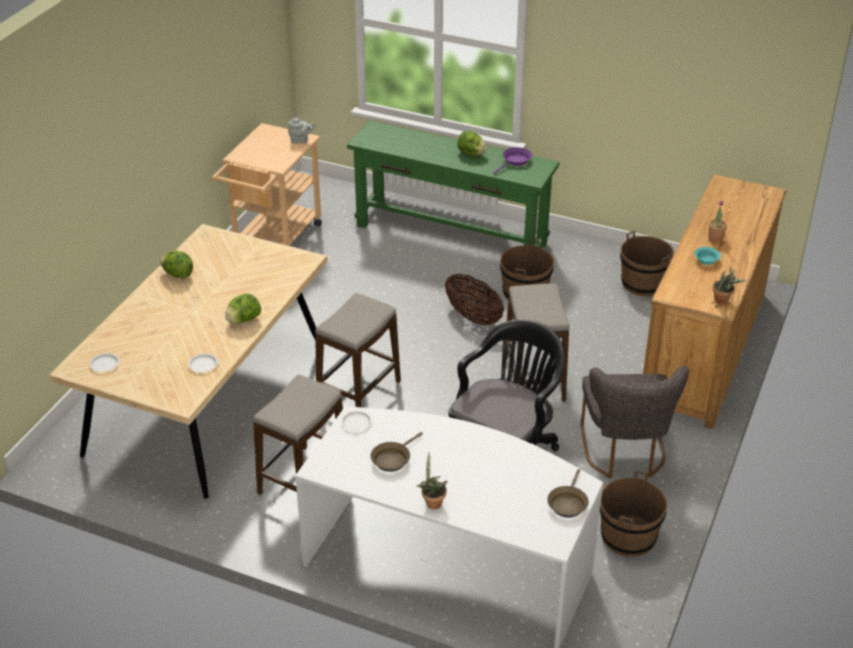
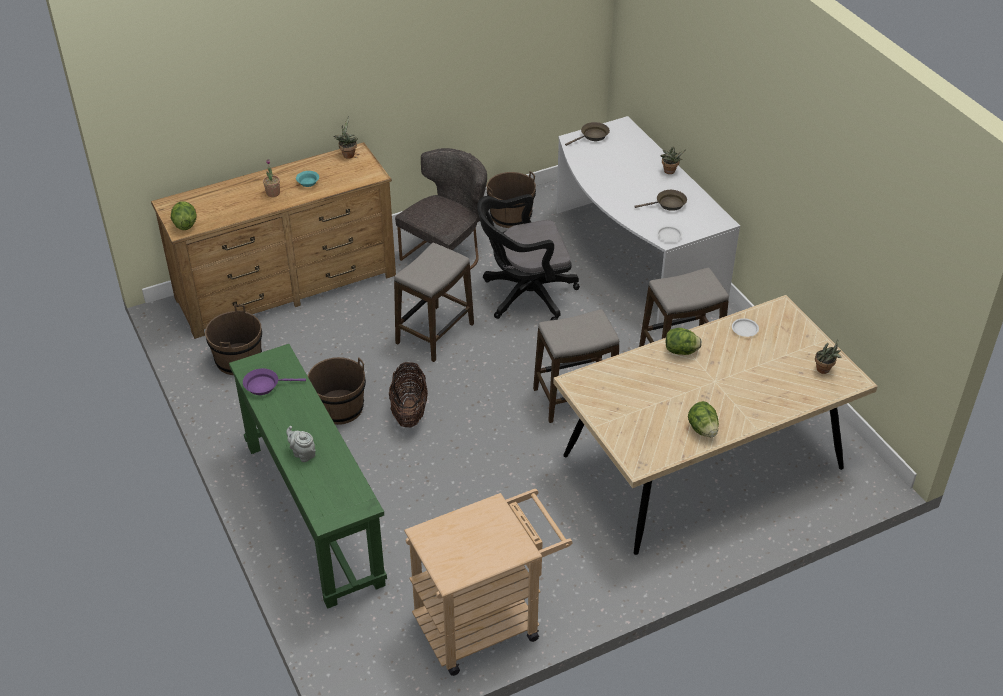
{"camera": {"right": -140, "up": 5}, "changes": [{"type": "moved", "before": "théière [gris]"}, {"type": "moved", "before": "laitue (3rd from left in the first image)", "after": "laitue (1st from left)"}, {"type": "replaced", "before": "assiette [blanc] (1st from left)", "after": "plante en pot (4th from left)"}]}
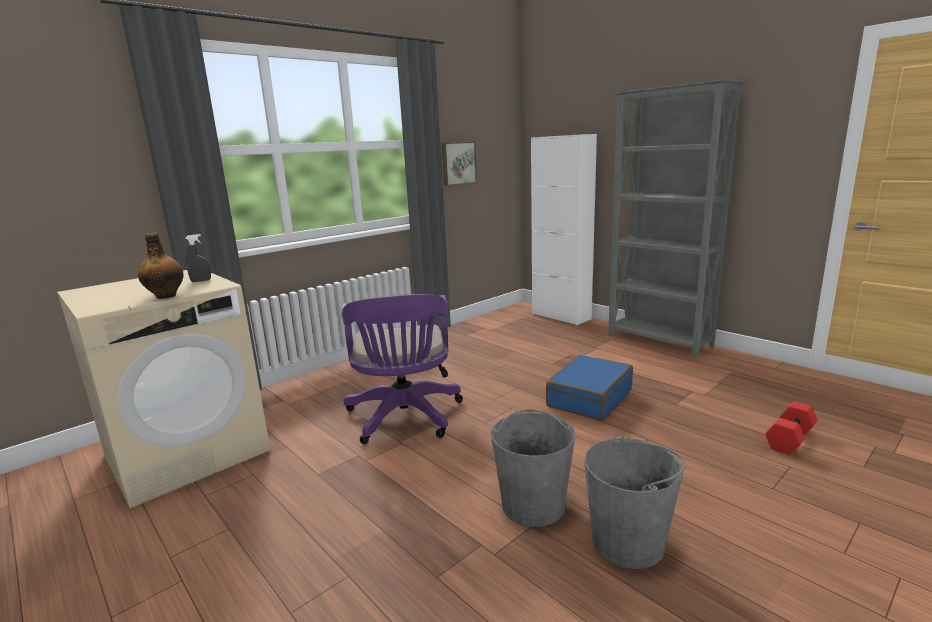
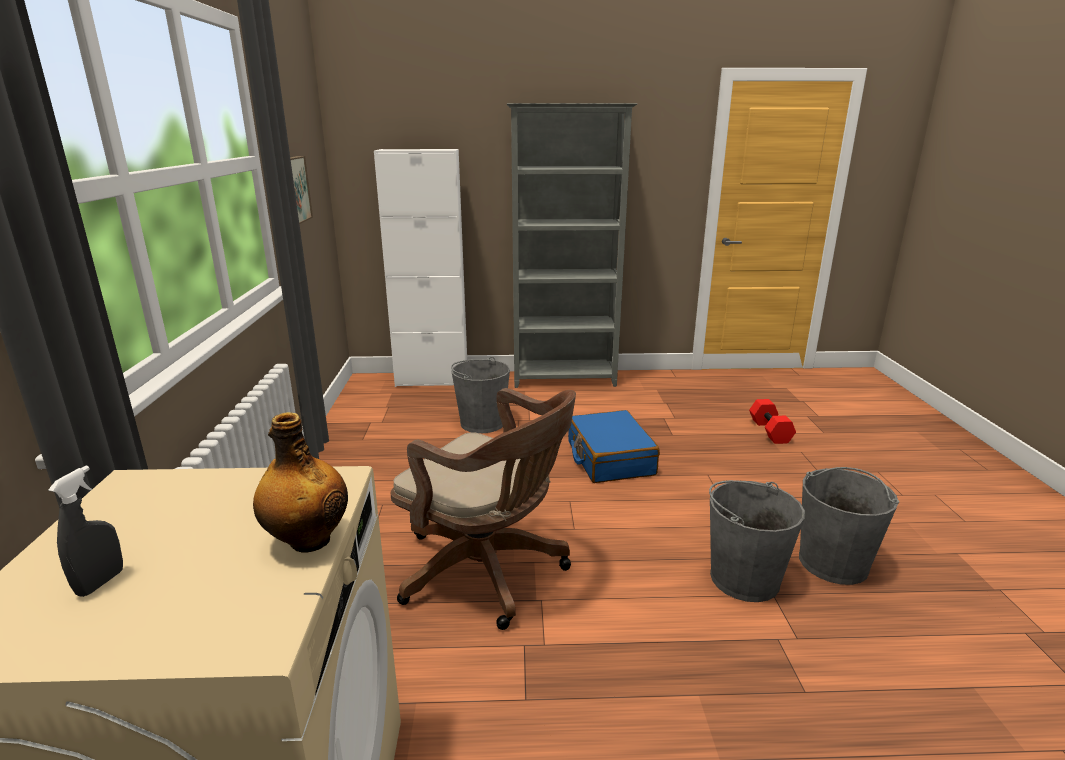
{"camera": {"right": -50, "up": 5}, "changes": [{"type": "added", "after": "seau [gris] (1st from left)"}, {"type": "moved", "before": "vaporisateur [gris]"}, {"type": "recoloured", "before": "chaise de bureau [violet]", "after": "chaise de bureau [marron]"}]}
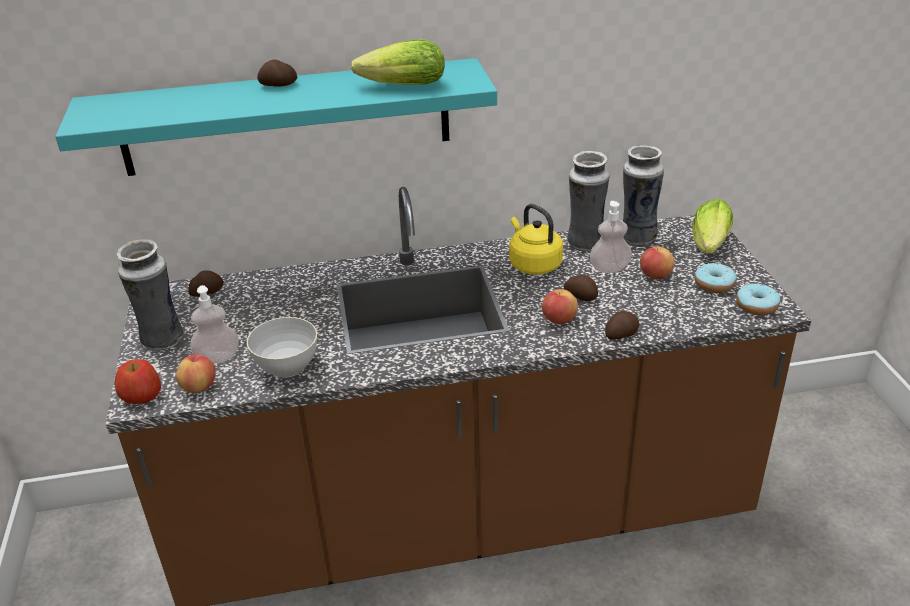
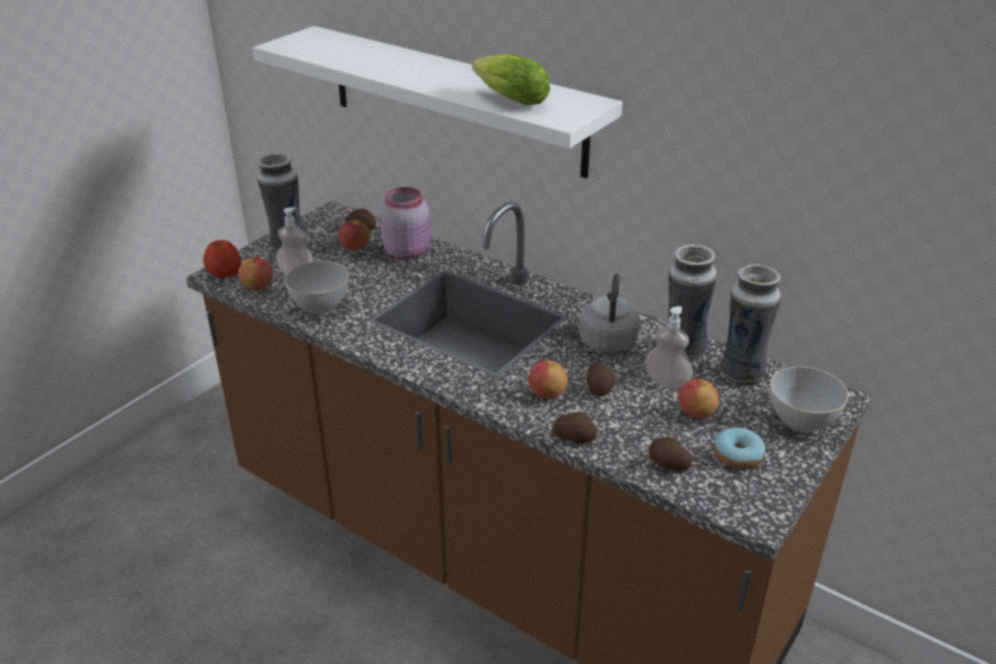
{"camera": {"right": 45, "up": 0}, "changes": [{"type": "removed", "before": "beignet (2nd from left)"}, {"type": "added", "after": "pomme (3rd from left)"}, {"type": "added", "after": "bocal [rose]"}, {"type": "moved", "before": "pomme de terre (2nd from left in the first image)", "after": "pomme de terre (4th from left)"}, {"type": "replaced", "before": "laitue (2nd from left)", "after": "bol [gris] (2nd from left)"}, {"type": "recoloured", "before": "étagère [turquoise]", "after": "étagère [blanc]"}, {"type": "recoloured", "before": "bouilloire [jaune]", "after": "bouilloire [gris]"}]}
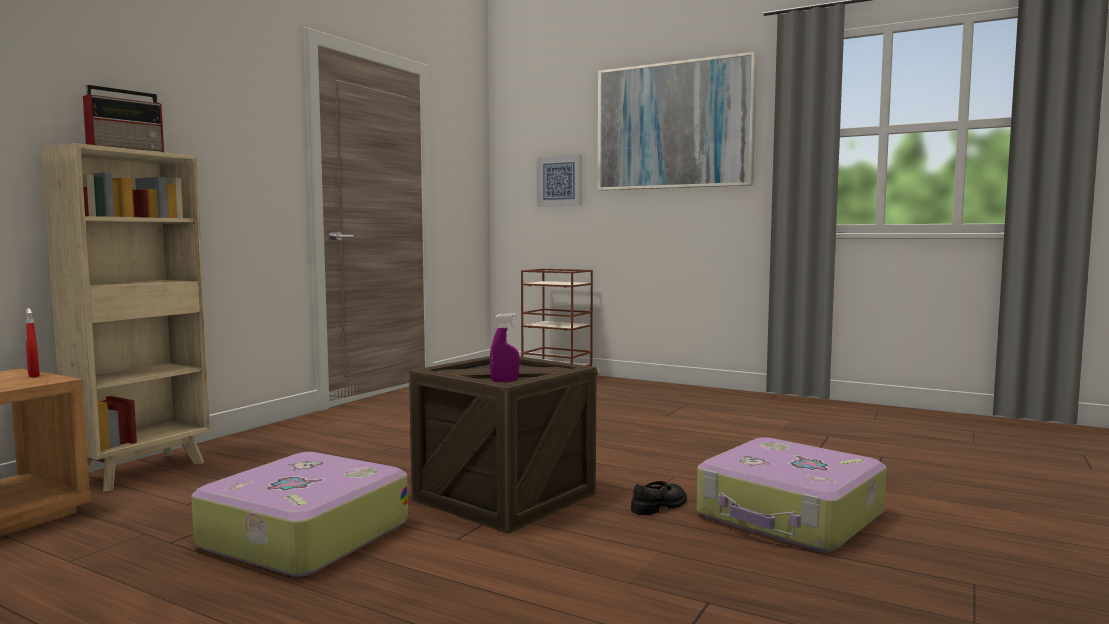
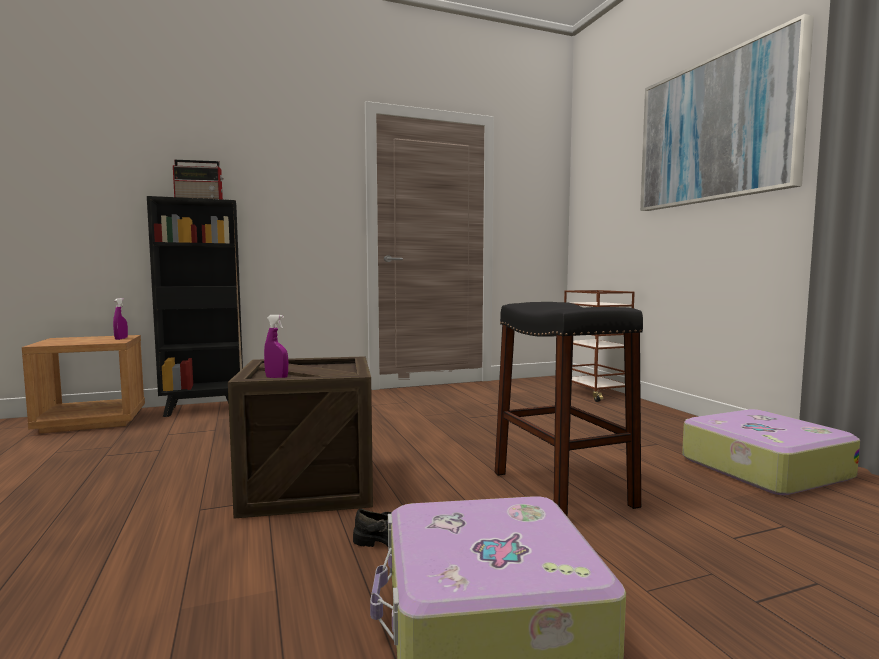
{"camera": {"right": 40, "up": 0}, "changes": [{"type": "removed", "before": "tableau (1st from left)"}, {"type": "added", "after": "tabouret [noir]"}, {"type": "moved", "before": "valise (1st from left in the first image)", "after": "valise (2nd from left)"}, {"type": "recoloured", "before": "vaporisateur [rouge]", "after": "vaporisateur [violet] (1st from left)"}, {"type": "recoloured", "before": "bibliothèque [beige]", "after": "bibliothèque [noir]"}]}
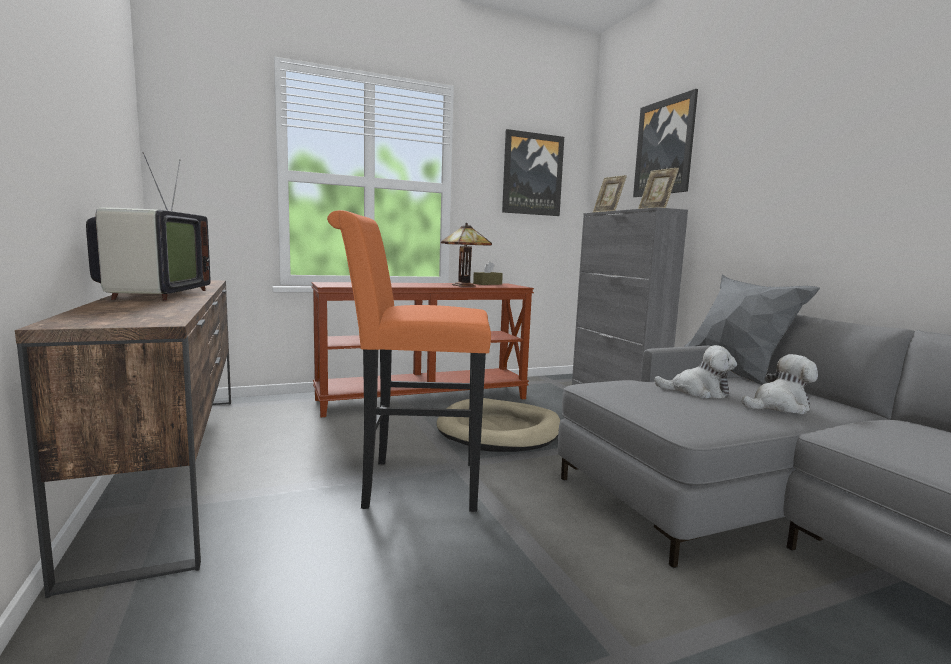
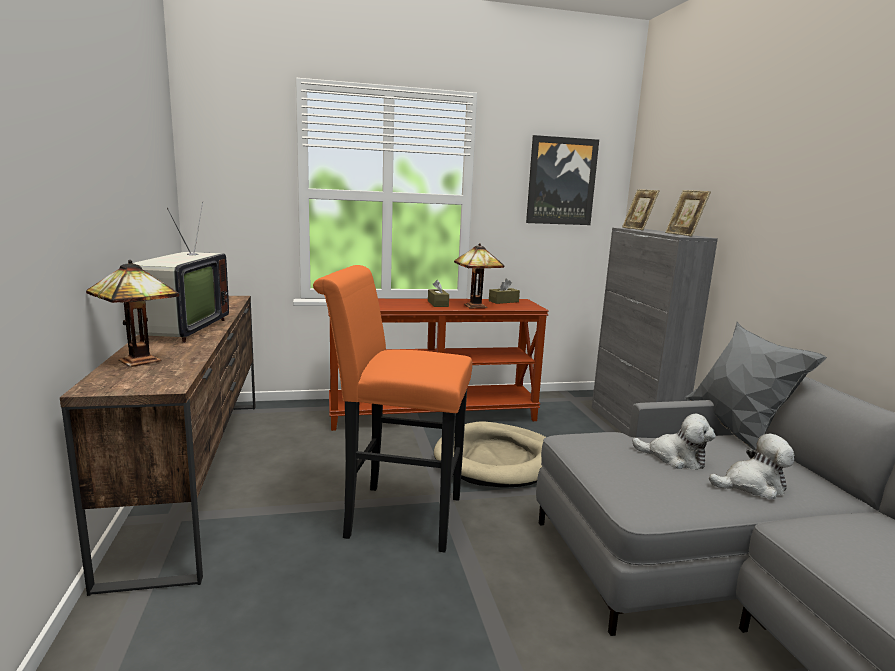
{"camera": {"right": 10, "up": 5}, "changes": [{"type": "removed", "before": "tableau (2nd from left)"}, {"type": "added", "after": "lampe de table (1st from left)"}, {"type": "added", "after": "boîte à mouchoirs [marron] (1st from left)"}]}
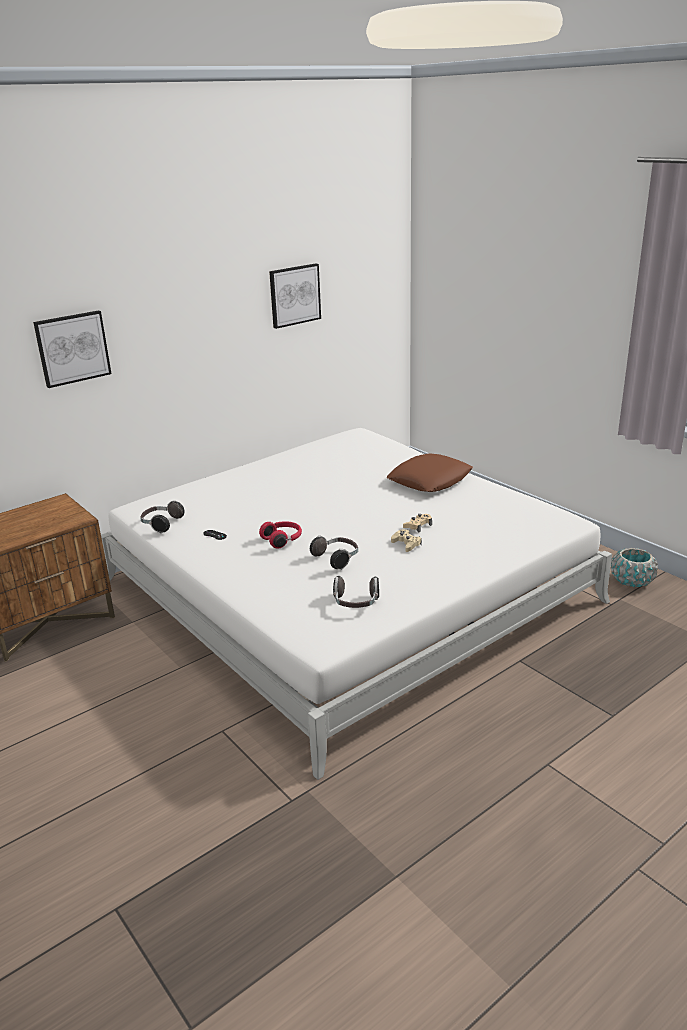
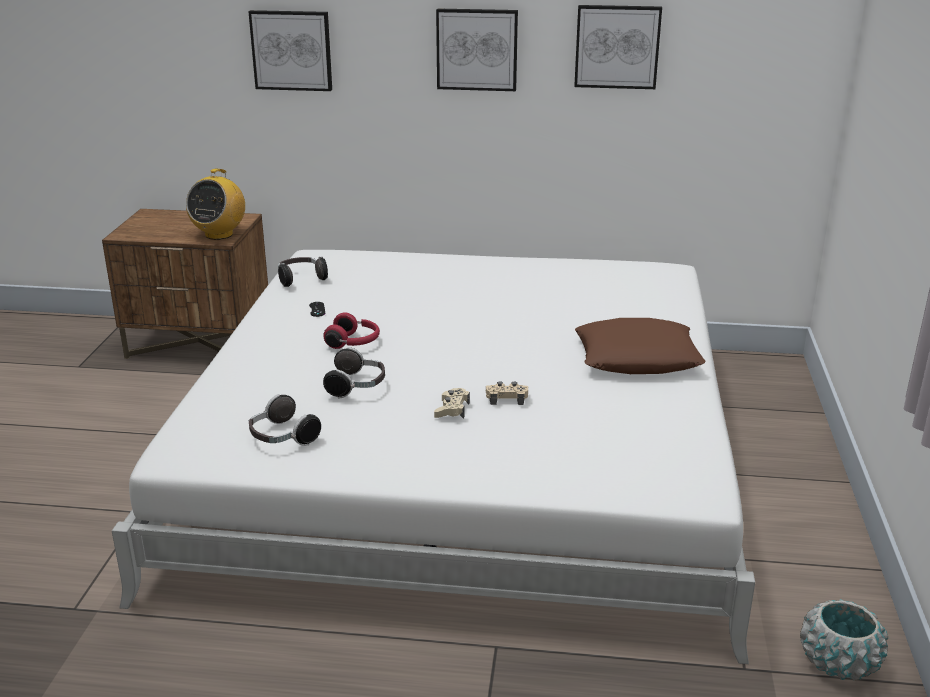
{"camera": {"right": 45, "up": 0}, "changes": [{"type": "added", "after": "radio"}, {"type": "added", "after": "tableau (2nd from left)"}]}
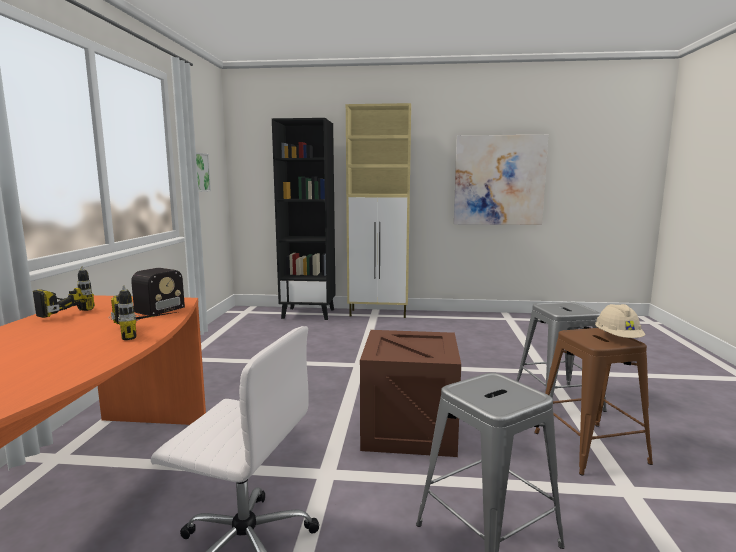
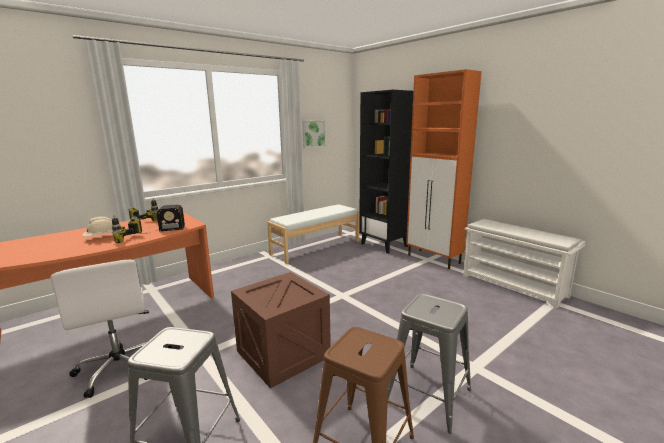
{"camera": {"right": 45, "up": 5}, "changes": [{"type": "removed", "before": "tableau (2nd from left)"}, {"type": "added", "after": "banc [blanc]"}, {"type": "added", "after": "étagère à chaussures [blanc]"}, {"type": "moved", "before": "casque de chantier [beige]"}, {"type": "recoloured", "before": "meuble de rangement [beige]", "after": "meuble de rangement [orange]"}]}
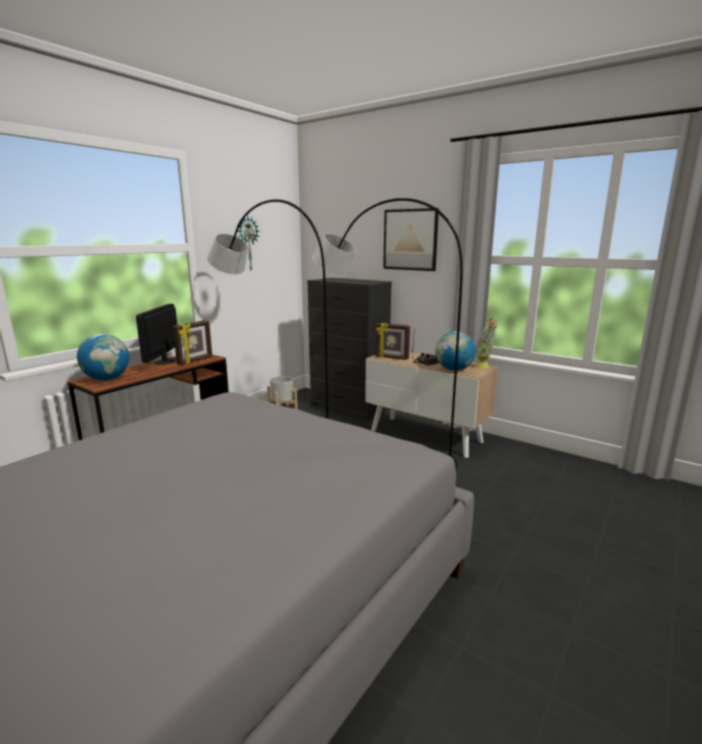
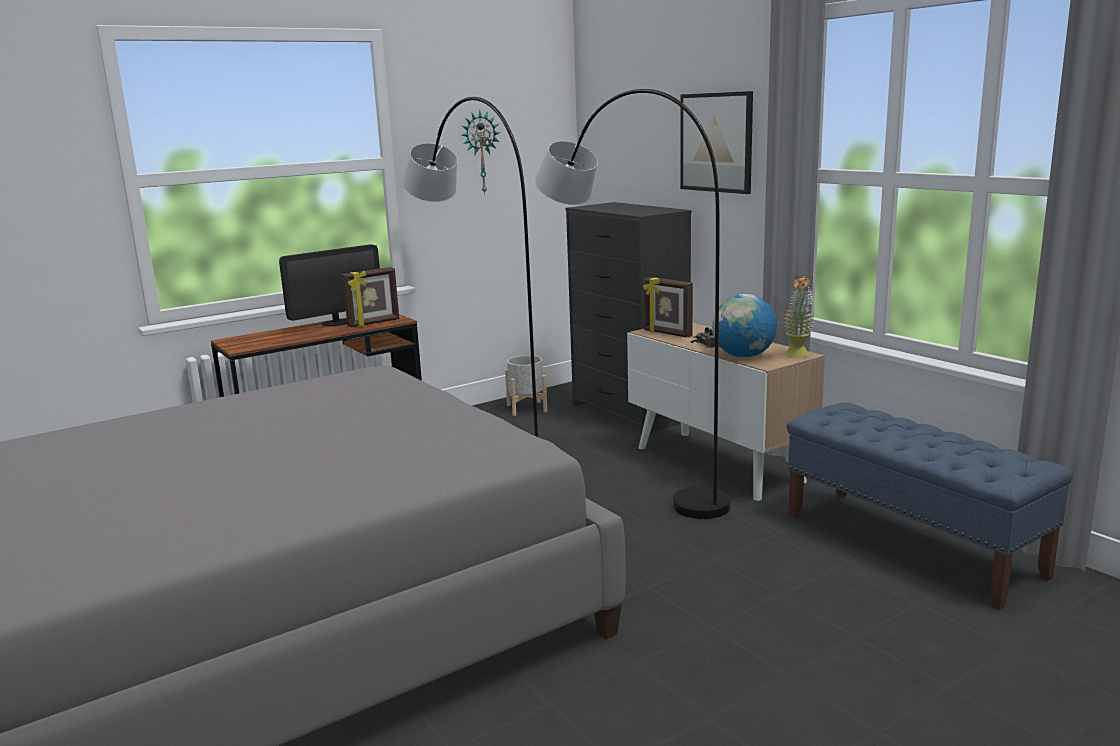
{"camera": {"right": 20, "up": 0}, "changes": [{"type": "removed", "before": "globe (1st from left)"}, {"type": "added", "after": "banc [bleu]"}, {"type": "turned", "before": "écran d'ordinateur", "turn": -150}]}
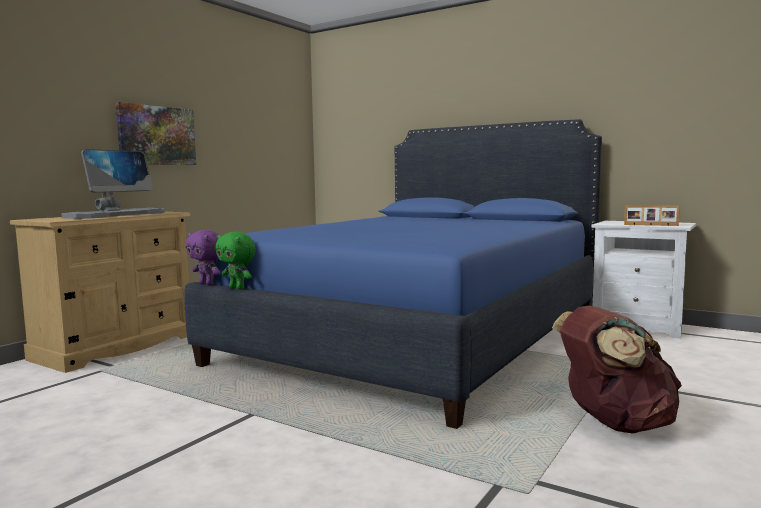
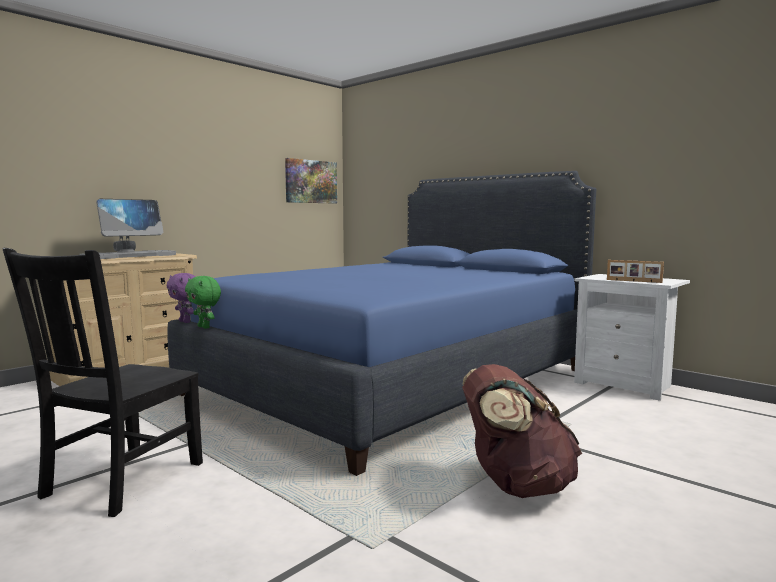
{"camera": {"right": 10, "up": 0}, "changes": [{"type": "added", "after": "chaise [noir]"}, {"type": "moved", "before": "tableau"}]}
